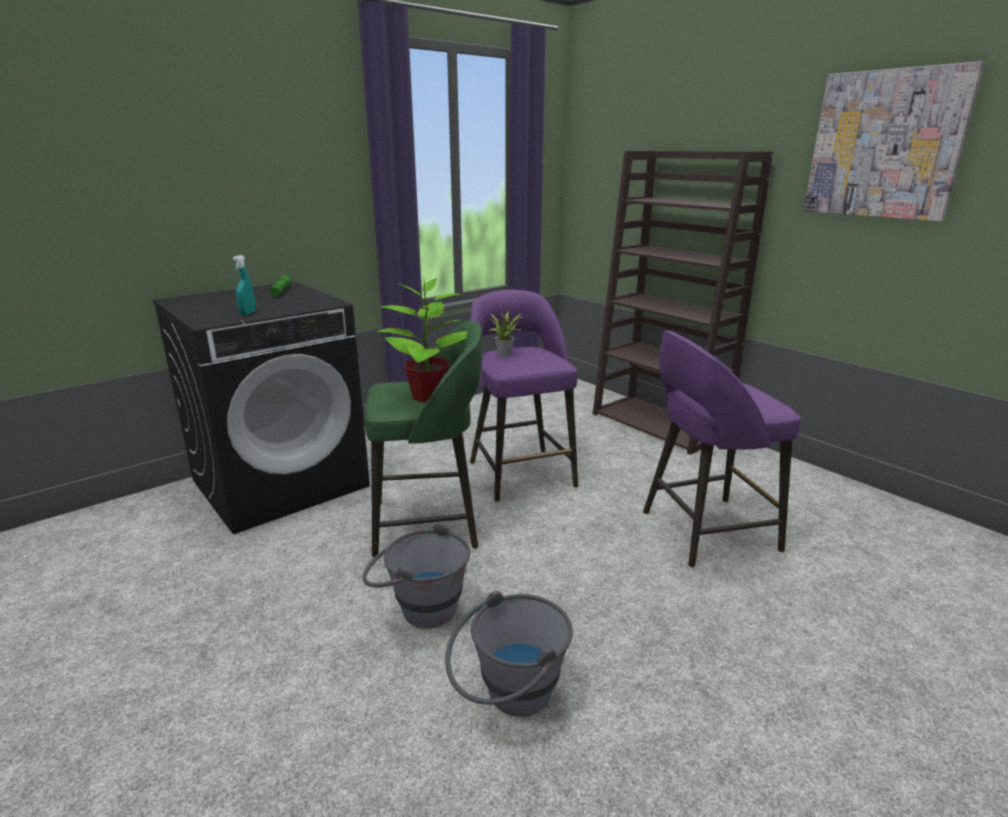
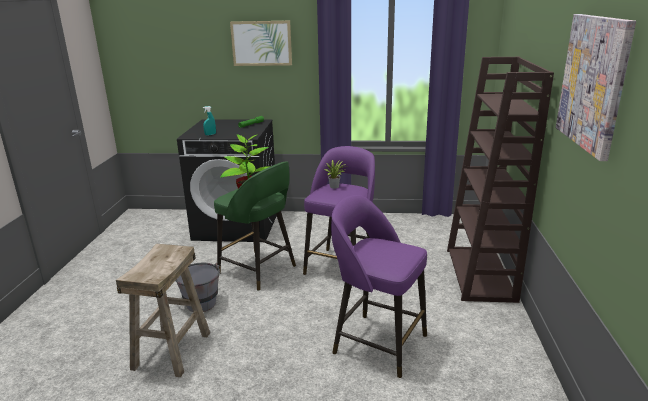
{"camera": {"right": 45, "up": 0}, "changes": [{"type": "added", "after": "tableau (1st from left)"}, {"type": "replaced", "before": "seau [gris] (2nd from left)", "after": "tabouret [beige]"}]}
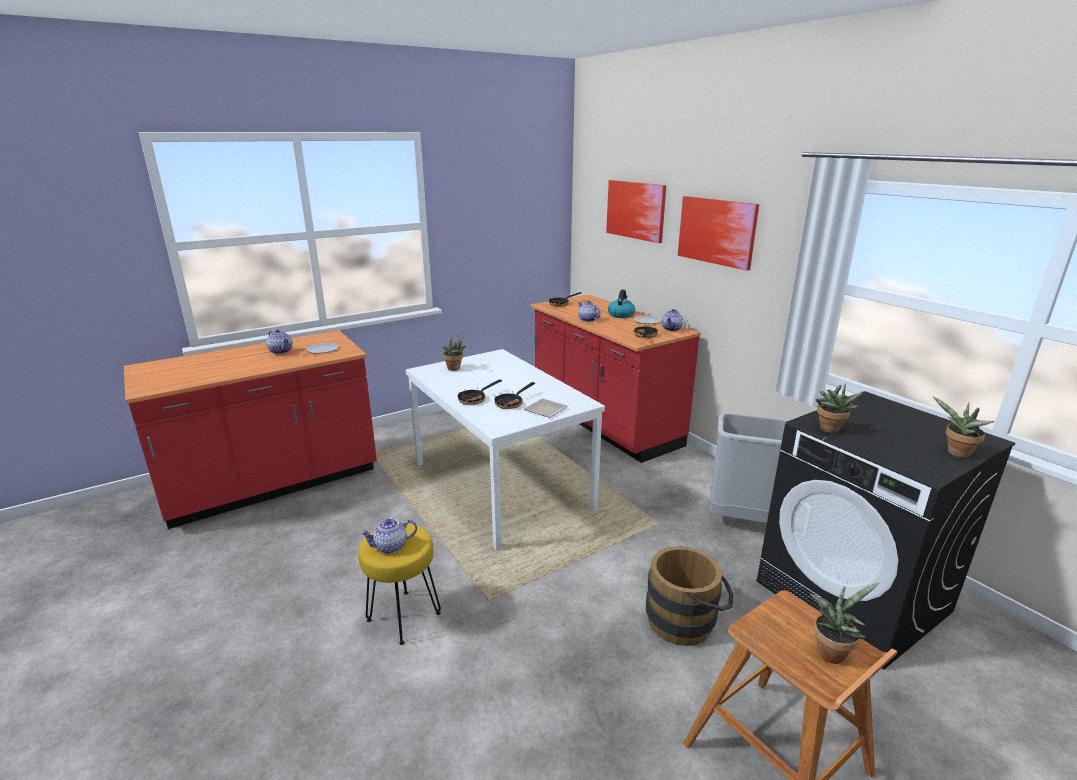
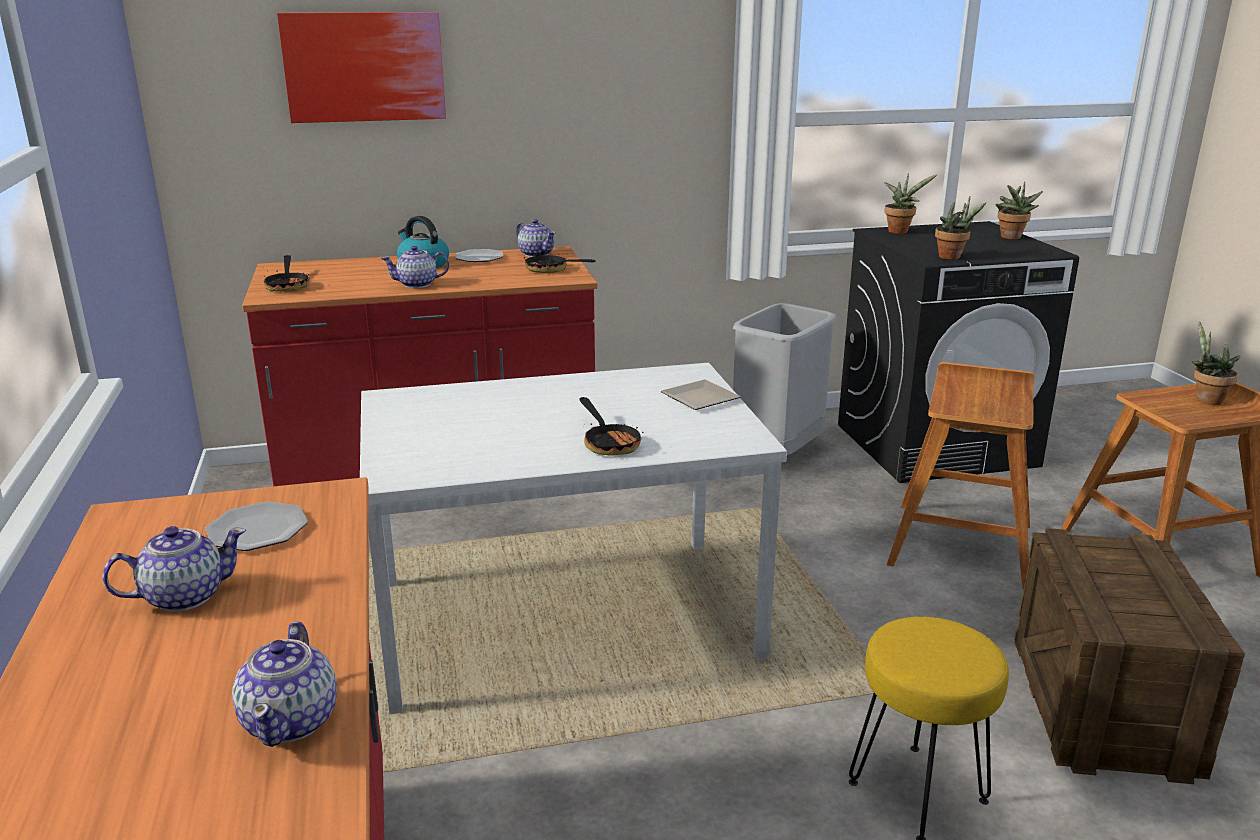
{"camera": {"right": -70, "up": 0}, "changes": [{"type": "removed", "before": "poêle (2nd from left)"}, {"type": "removed", "before": "tableau (2nd from left)"}, {"type": "added", "after": "caisse"}, {"type": "moved", "before": "théière (2nd from left)"}, {"type": "moved", "before": "plante en pot (1st from left)"}, {"type": "replaced", "before": "seau [marron]", "after": "tabouret [marron] (1st from left)"}]}
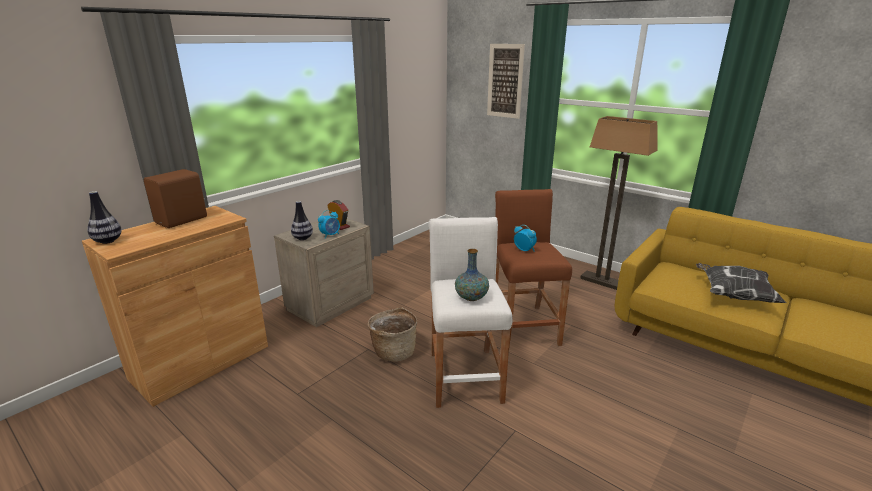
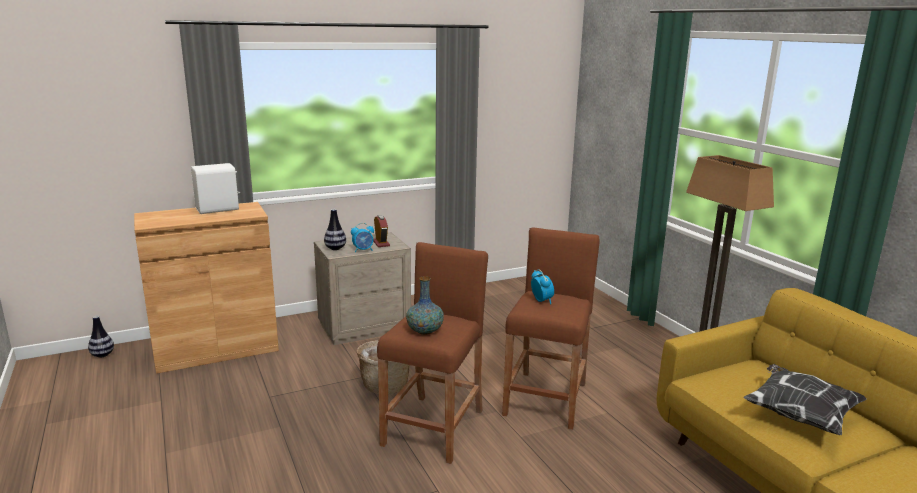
{"camera": {"right": 25, "up": -5}, "changes": [{"type": "removed", "before": "tableau"}, {"type": "moved", "before": "vase (1st from left)"}, {"type": "recoloured", "before": "enceinte [marron]", "after": "enceinte [blanc]"}, {"type": "recoloured", "before": "tabouret [blanc]", "after": "tabouret [marron] (1st from left)"}]}
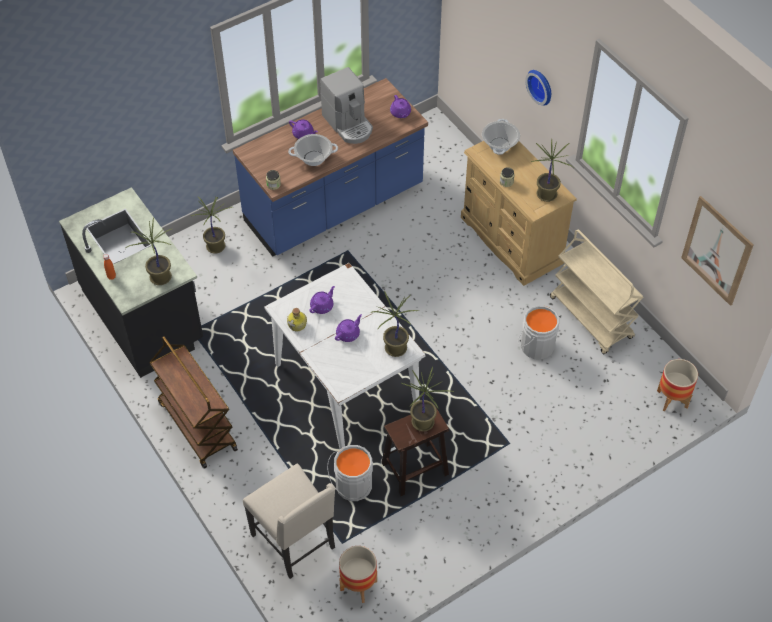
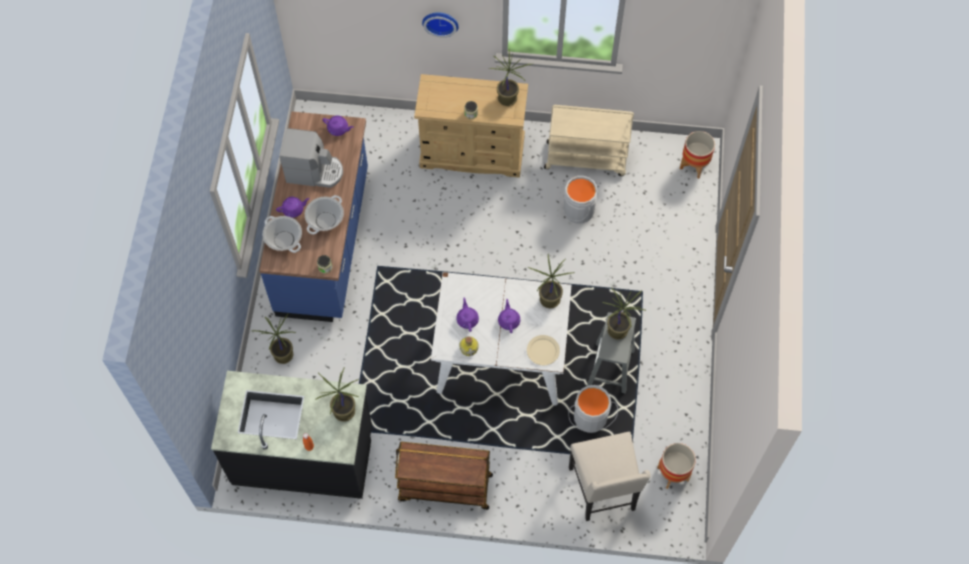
{"camera": {"right": -50, "up": 10}, "changes": [{"type": "removed", "before": "tableau"}, {"type": "added", "after": "assiette [beige]"}, {"type": "moved", "before": "marmite (2nd from left in the first image)", "after": "marmite (1st from left)"}, {"type": "recoloured", "before": "tabouret [marron]", "after": "tabouret [gris]"}, {"type": "turned", "before": "chaise [beige]", "turn": 75}]}
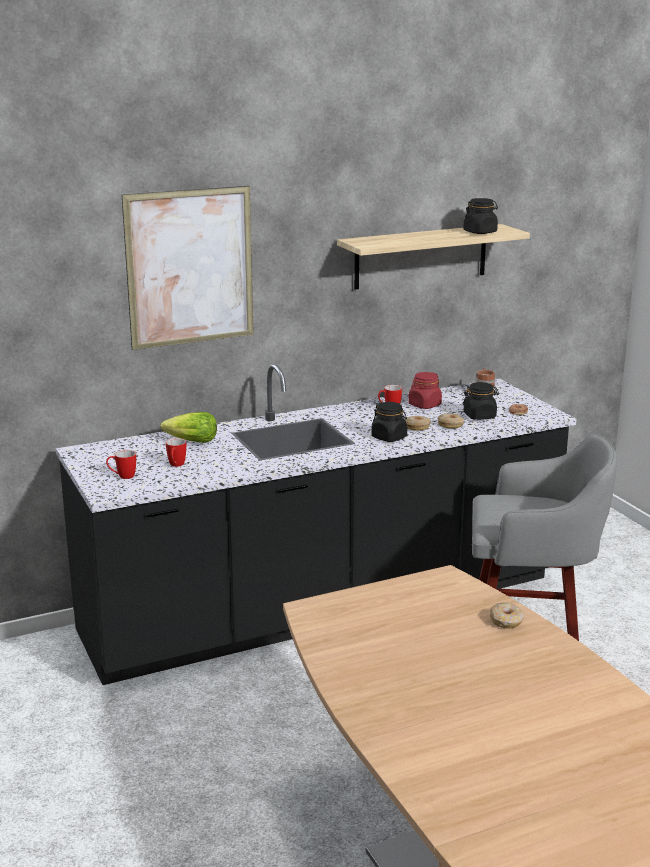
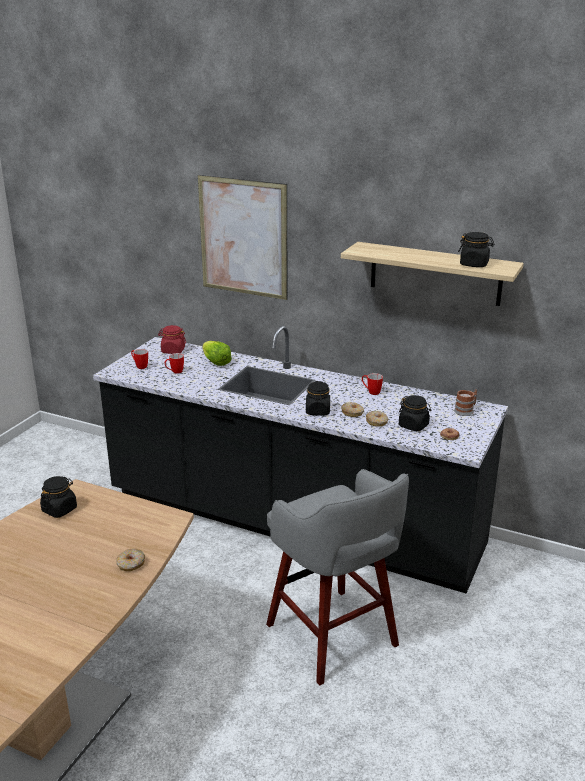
{"camera": {"right": 50, "up": 5}, "changes": [{"type": "added", "after": "bocal [noir] (1st from left)"}, {"type": "moved", "before": "bocal [rouge]"}]}
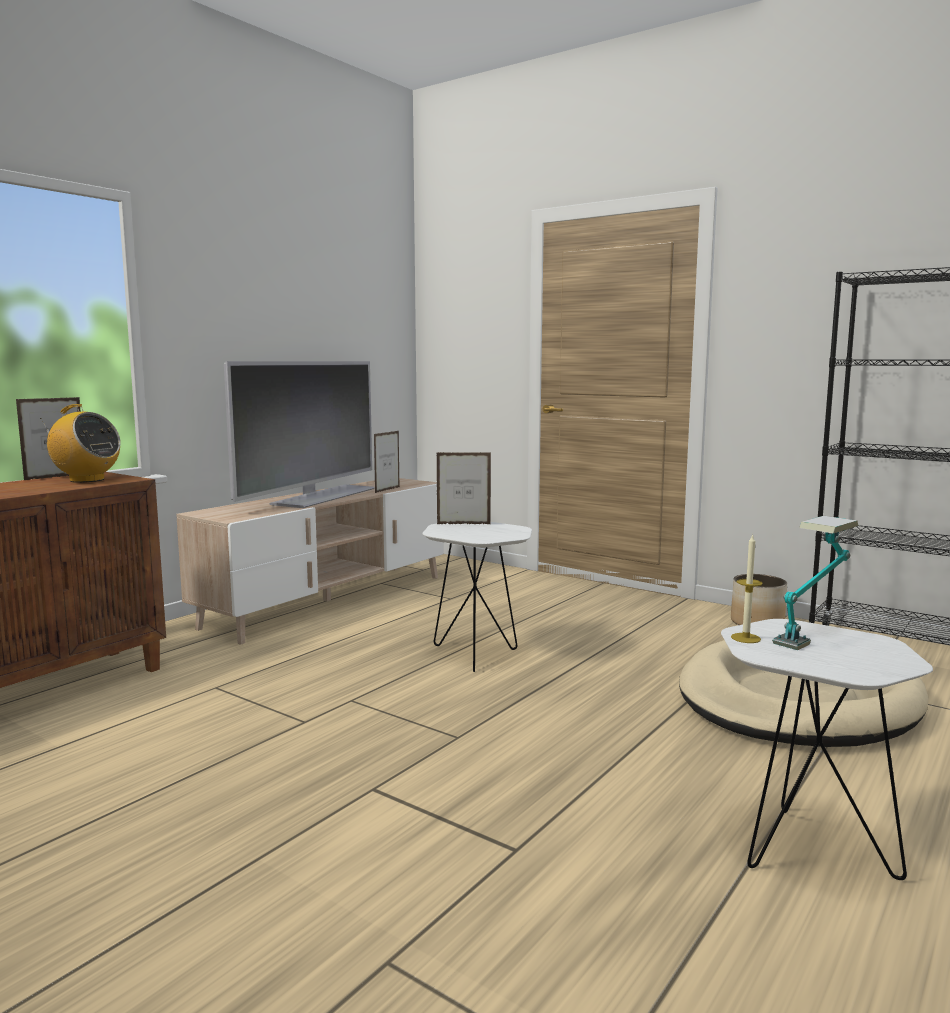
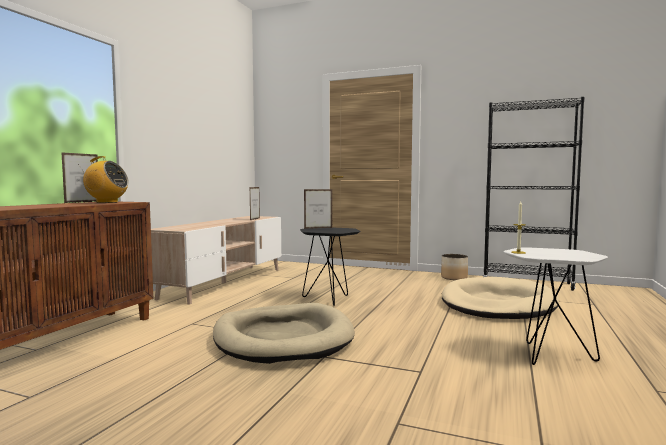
{"camera": {"right": -15, "up": -5}, "changes": [{"type": "removed", "before": "téléviseur"}, {"type": "removed", "before": "lampe de table"}, {"type": "added", "after": "panier pour chien [beige] (1st from left)"}, {"type": "recoloured", "before": "table d'appoint [blanc] (1st from left)", "after": "table d'appoint [noir]"}]}
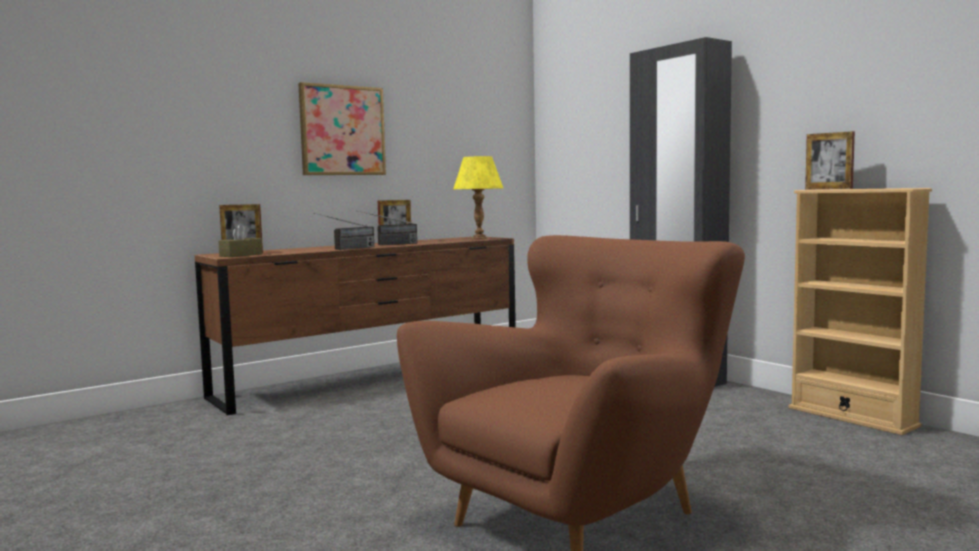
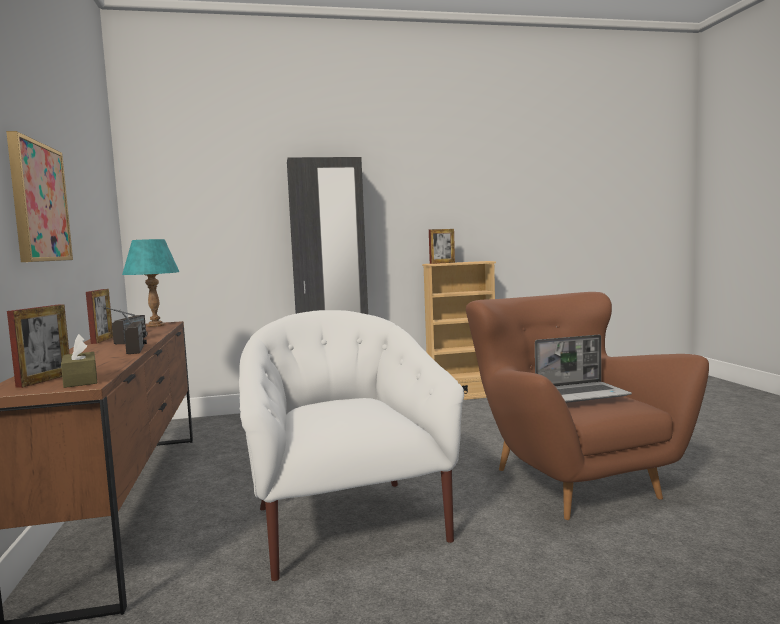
{"camera": {"right": -65, "up": 0}, "changes": [{"type": "added", "after": "fauteuil [blanc]"}, {"type": "added", "after": "ordinateur portable"}, {"type": "recoloured", "before": "lampe de table [jaune]", "after": "lampe de table [turquoise]"}]}
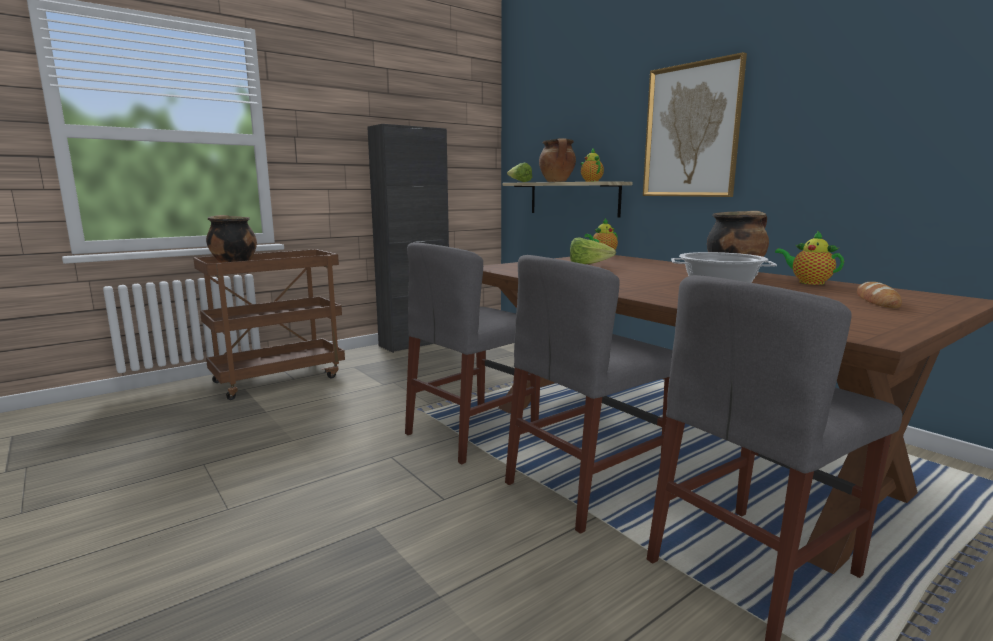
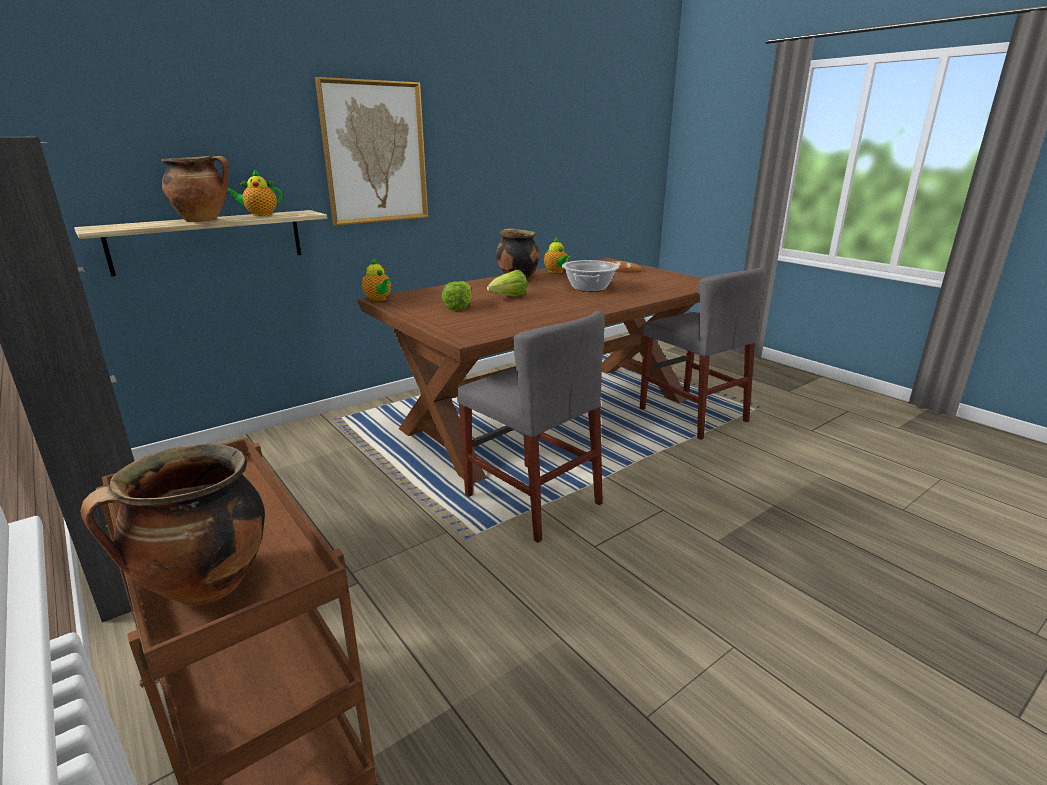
{"camera": {"right": -90, "up": 10}, "changes": [{"type": "removed", "before": "chaise [gris] (2nd from left)"}, {"type": "moved", "before": "laitue (1st from left in the first image)", "after": "laitue (2nd from left)"}, {"type": "turned", "before": "théière (3rd from left)", "turn": -75}]}
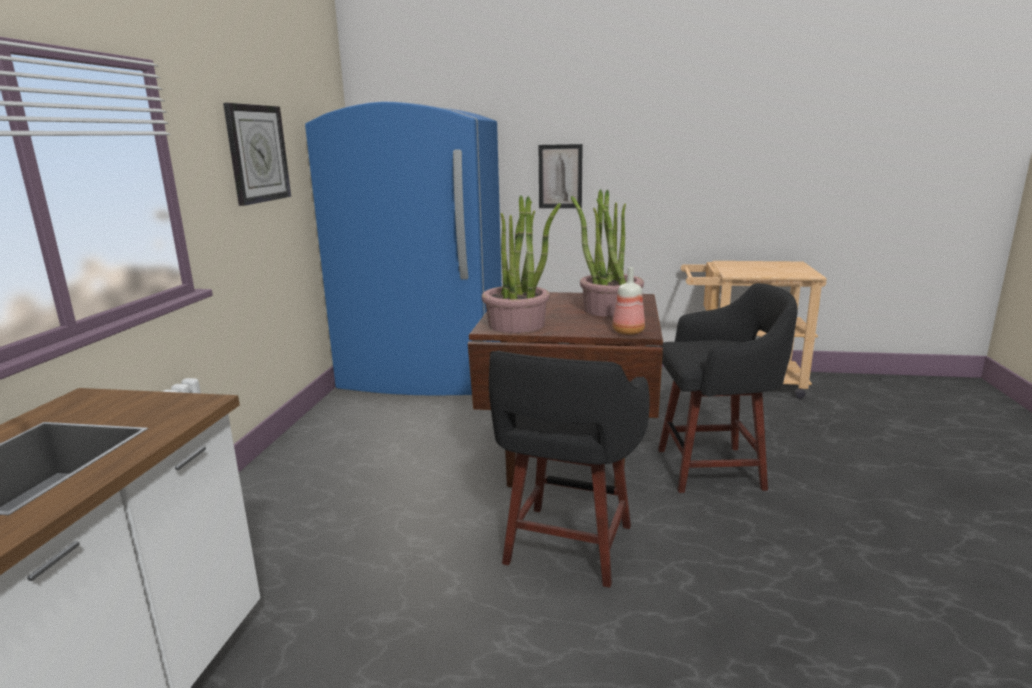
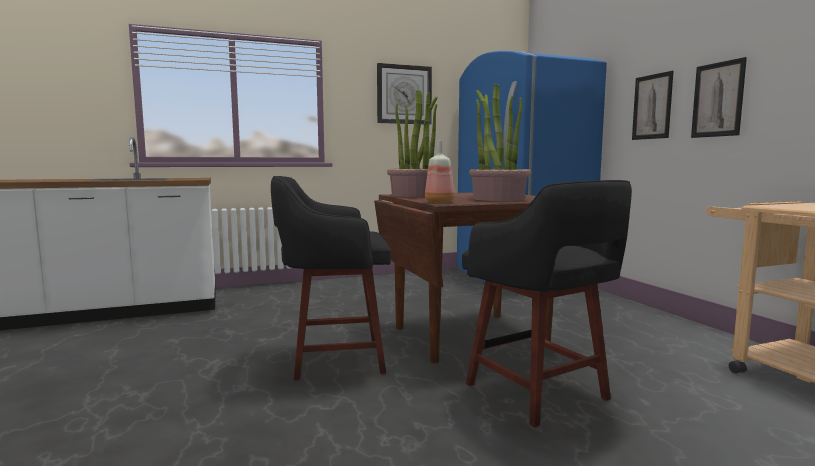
{"camera": {"right": 60, "up": -10}, "changes": [{"type": "added", "after": "tableau (2nd from left)"}]}
